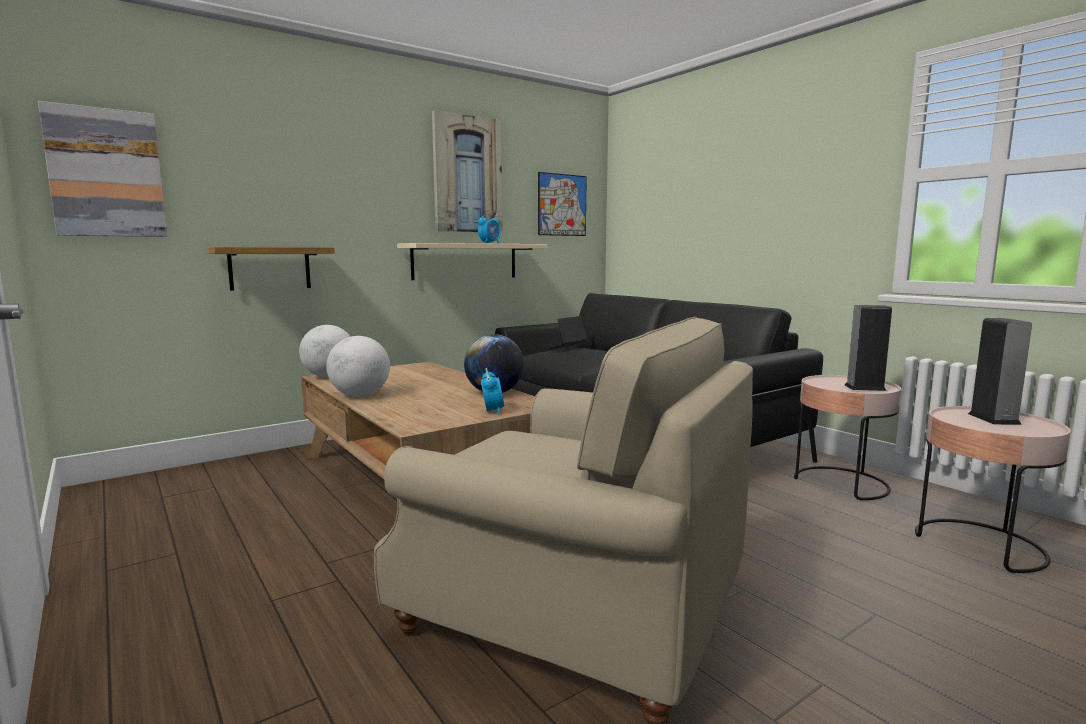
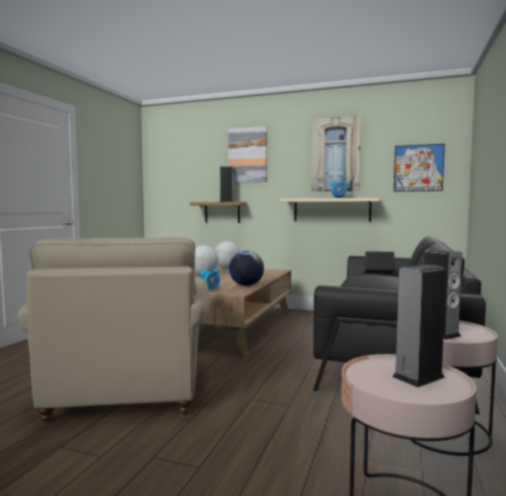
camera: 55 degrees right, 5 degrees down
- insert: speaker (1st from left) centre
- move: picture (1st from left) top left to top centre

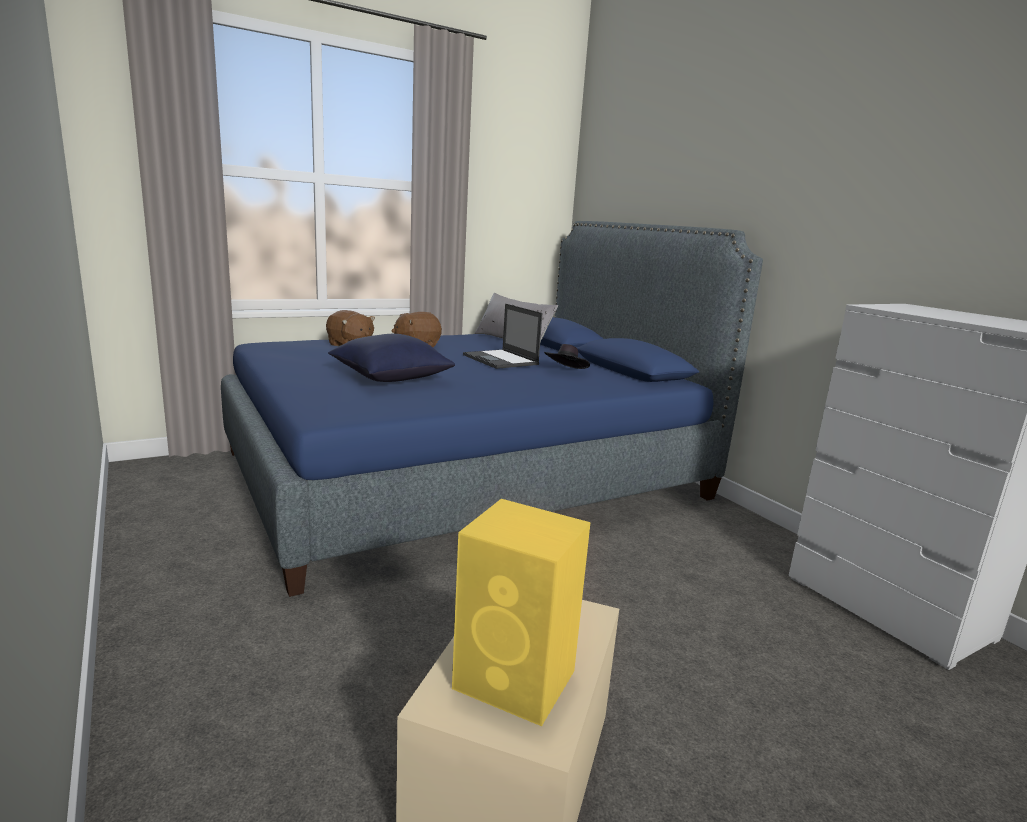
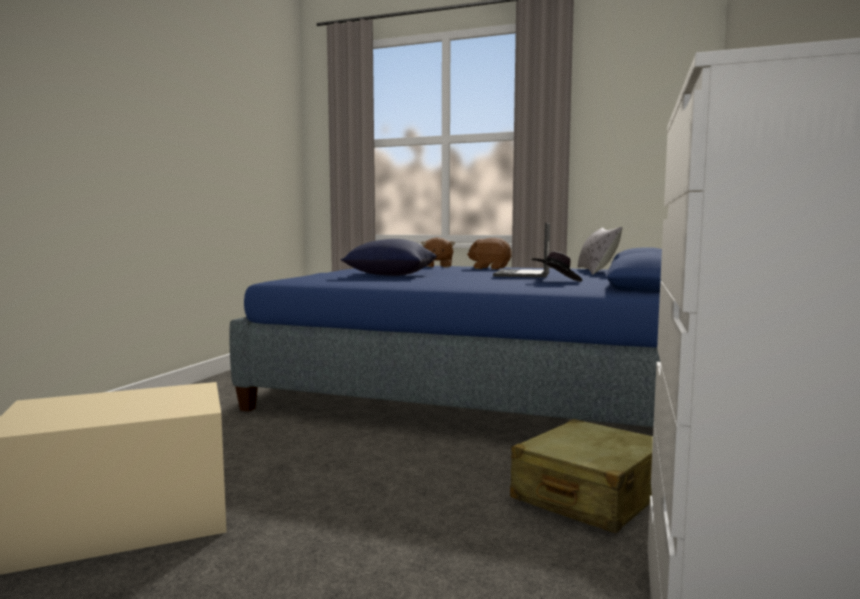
camera: 50 degrees right, 10 degrees down
- insert: beige suitcase bottom right
- delete: yellow speaker bottom centre

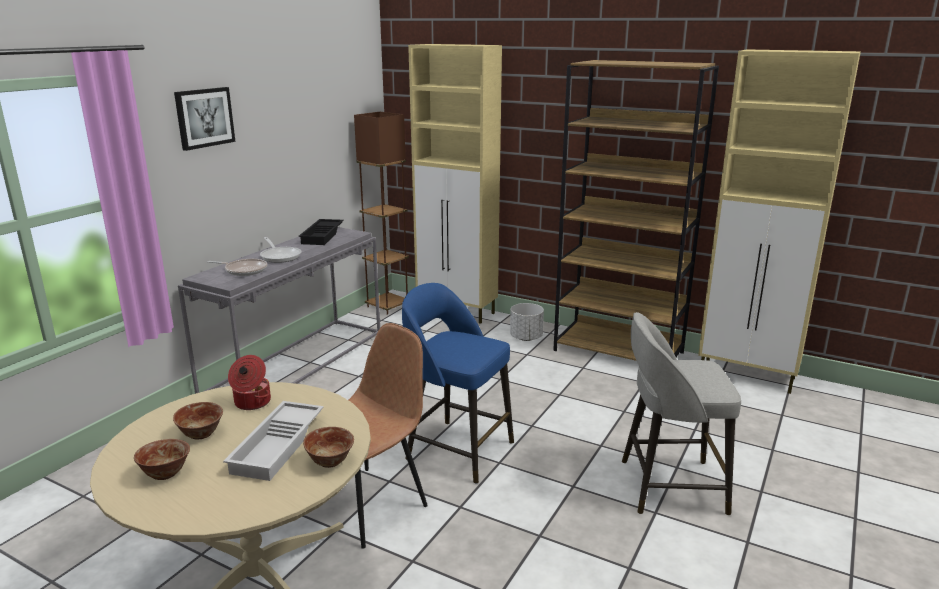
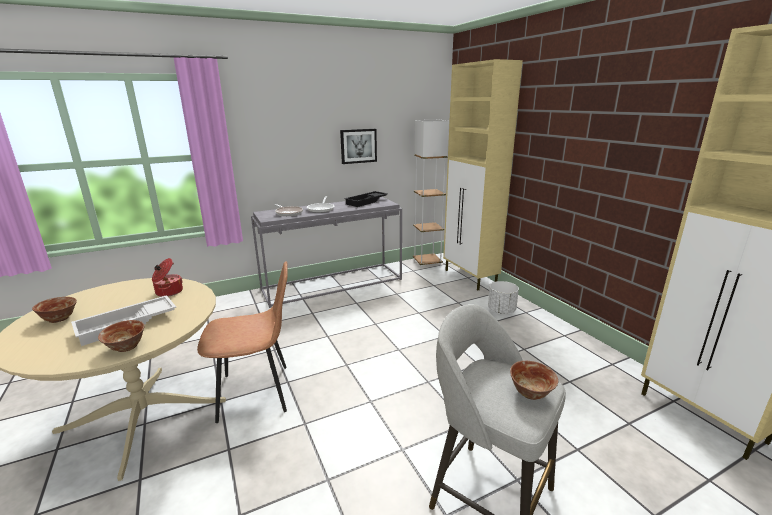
camera: 35 degrees right, 0 degrees up
- move: picture top left to top centre
- recolor: brown floor lamp centre to white floor lamp centre
- move: bowl (2nd from left in the first image) bottom left to bowl (3rd from left) bottom right
- delete: blue stool centre
- delete: brown bookcase middle right

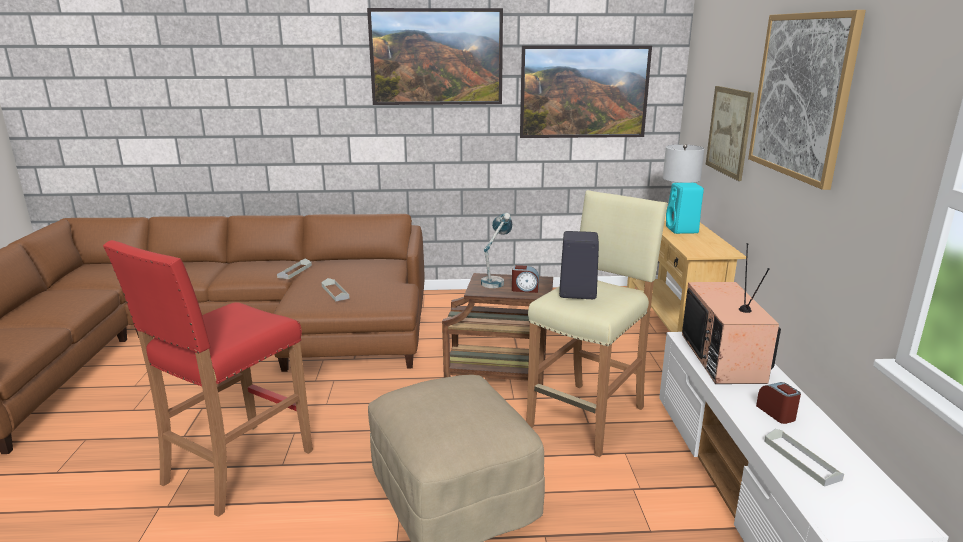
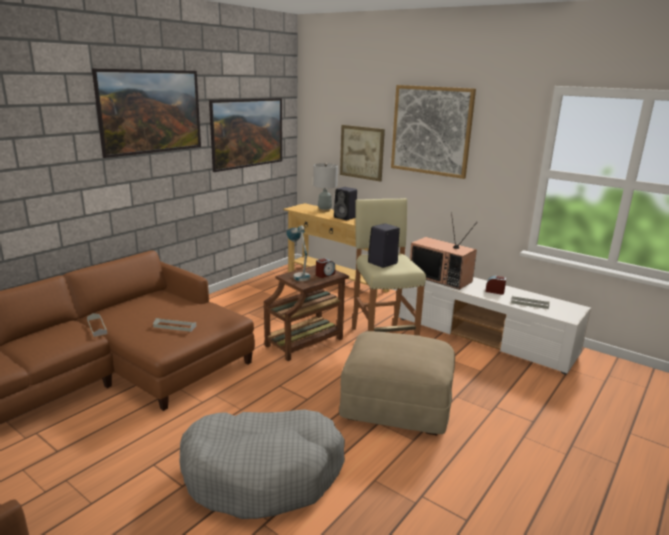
camera: 50 degrees left, 0 degrees up
- replace: red stool bottom left to grey dog bed bottom centre
- recolor: turquoise speaker middle right to black speaker (1st from left) centre

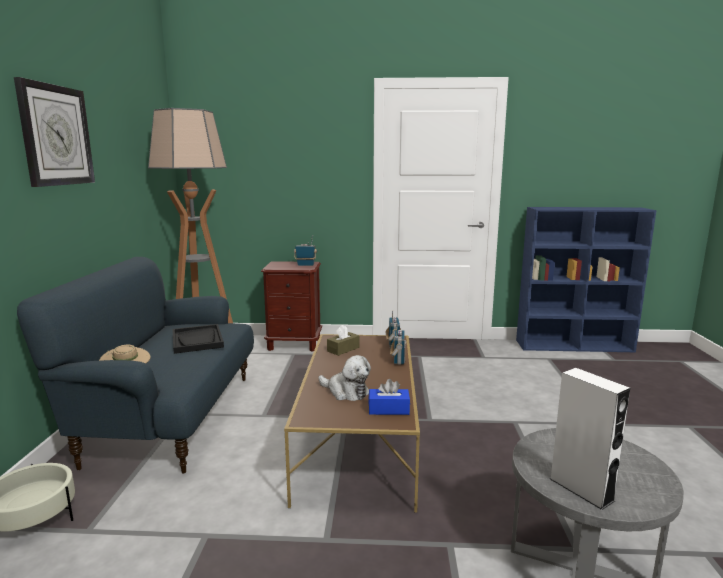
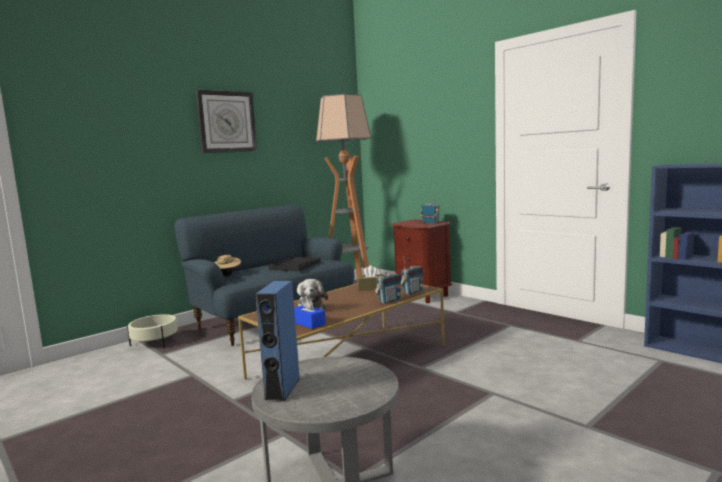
camera: 45 degrees right, 5 degrees down
- recolor: white speaker bottom right to blue speaker bottom centre

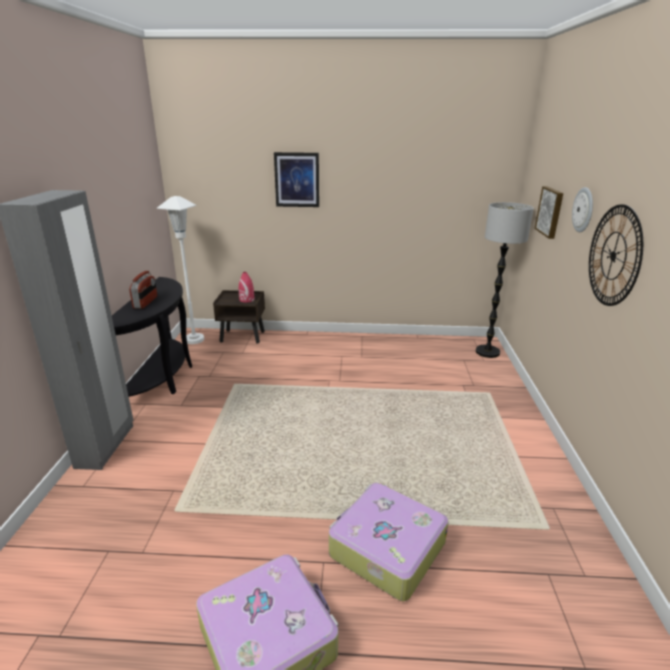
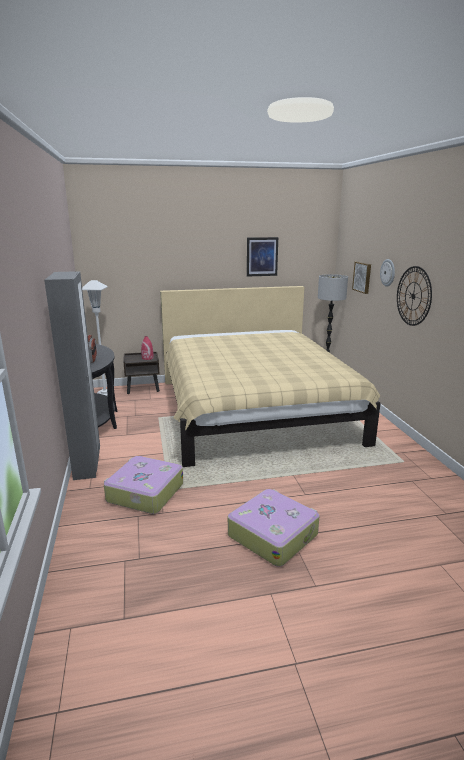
camera: 15 degrees left, 5 degrees down
- move: suitcase (2nd from left in the first image) bottom centre to suitcase (1st from left) middle left
- insert: beige bed centre
- move: picture (1st from left) top centre to centre

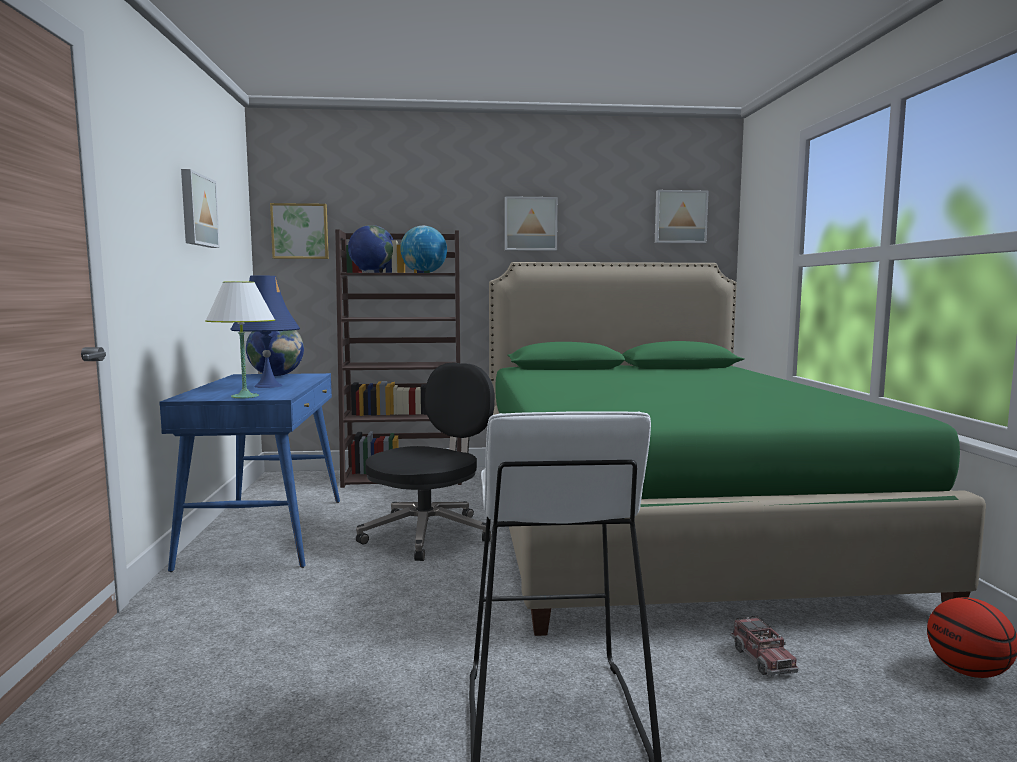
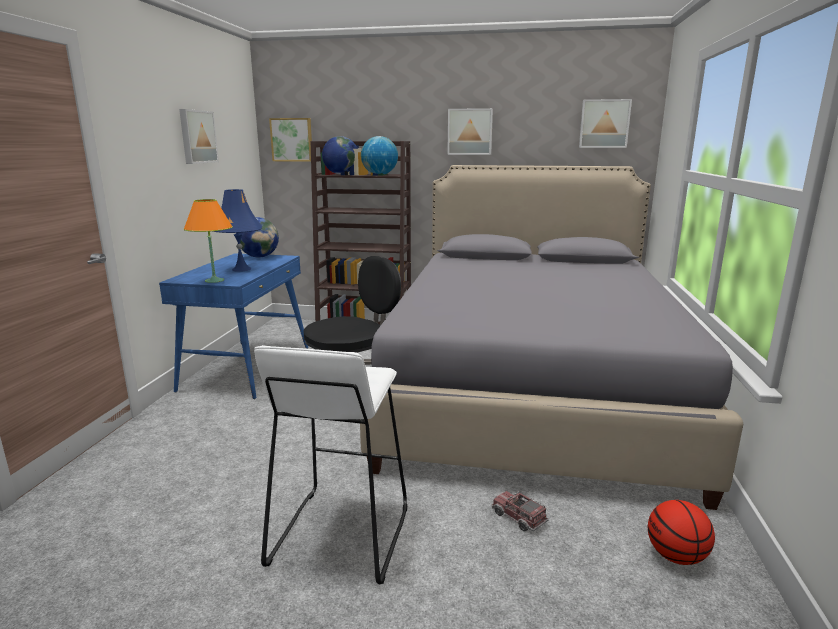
camera: 15 degrees right, 10 degrees up
- recolor: white table lamp middle left to orange table lamp middle left
- recolor: green bed middle right to grey bed centre
- rotate: toy truck bottom right = bottom centre 135 degrees clockwise

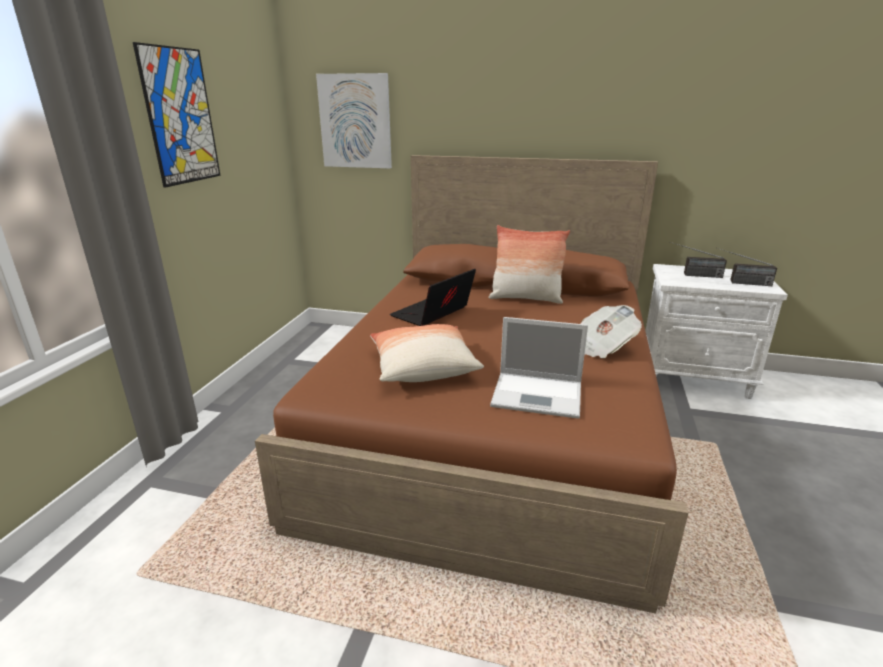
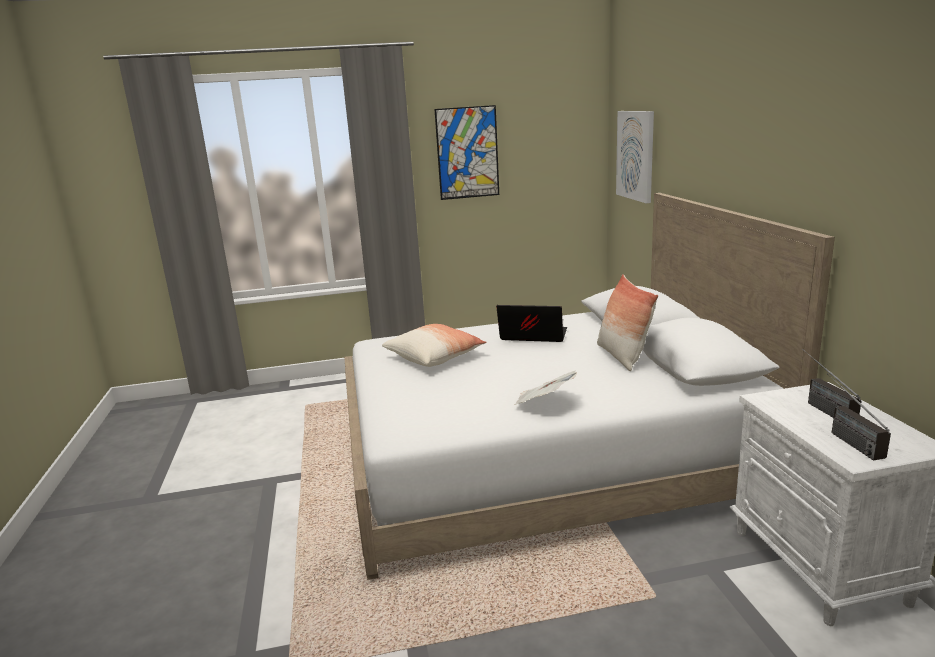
camera: 65 degrees right, 5 degrees down
- recolor: brown bed centre to white bed centre
- delete: laptop (2nd from left) centre

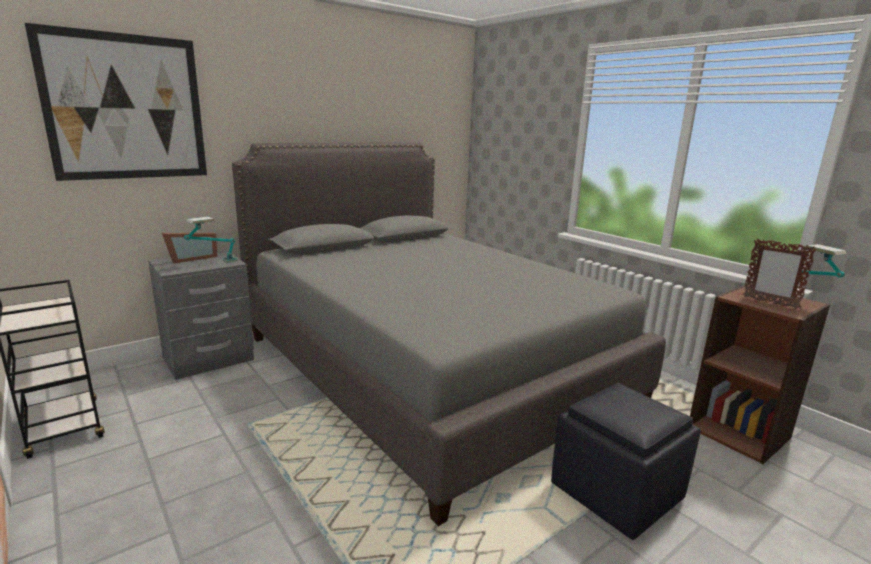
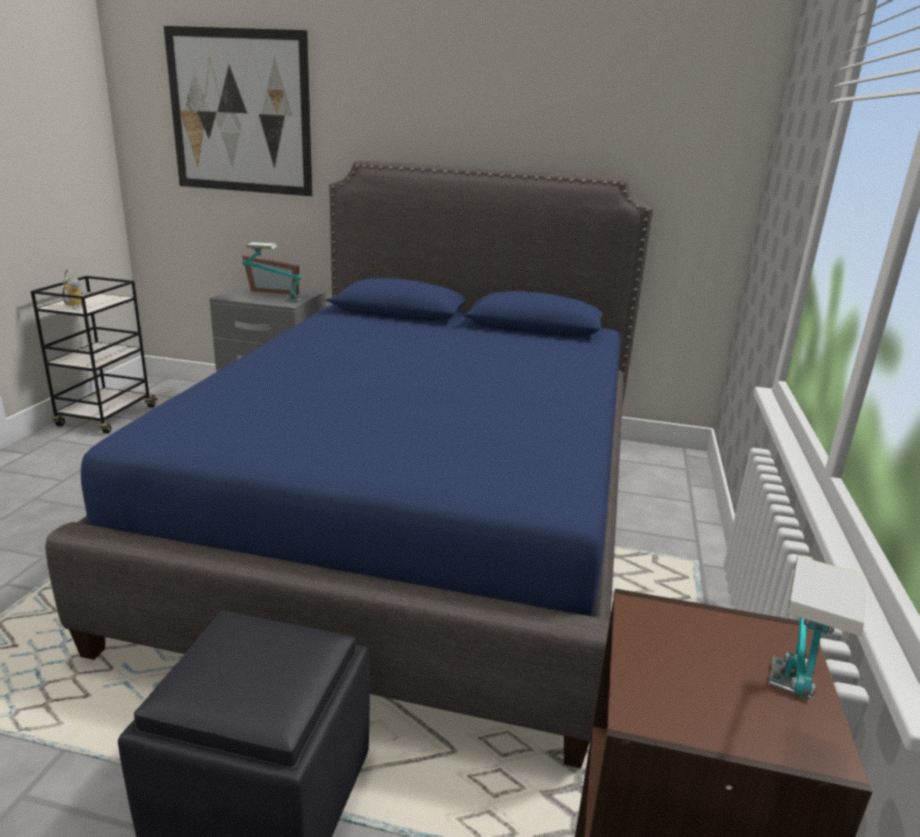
camera: 50 degrees right, 5 degrees up
- recolor: grey bed centre to blue bed centre
- insert: alarm clock middle left
- delete: picture frame (2nd from left) middle right

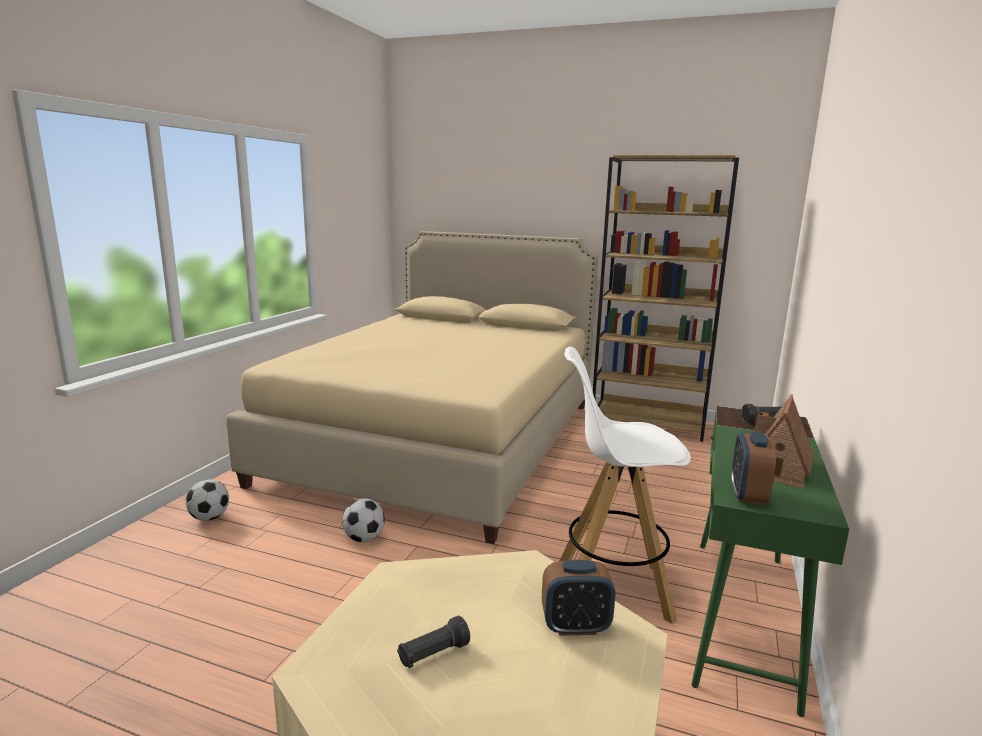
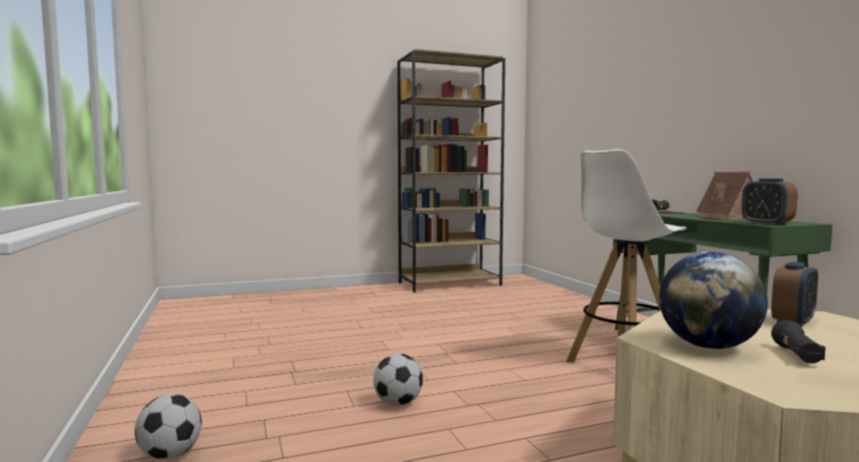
camera: 40 degrees left, 10 degrees down
- insert: globe middle right
- delete: beige bed centre

